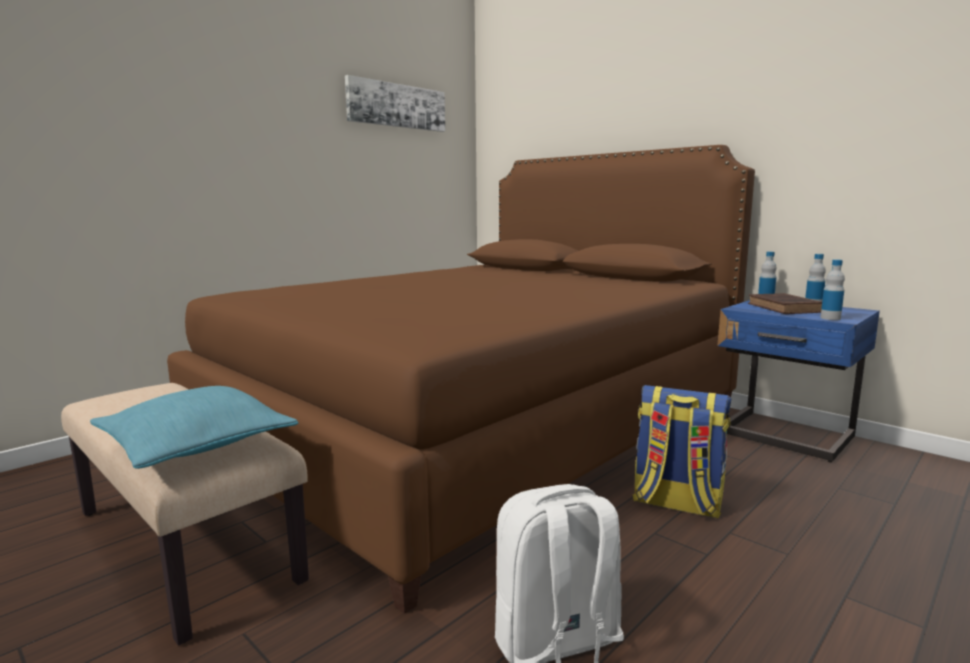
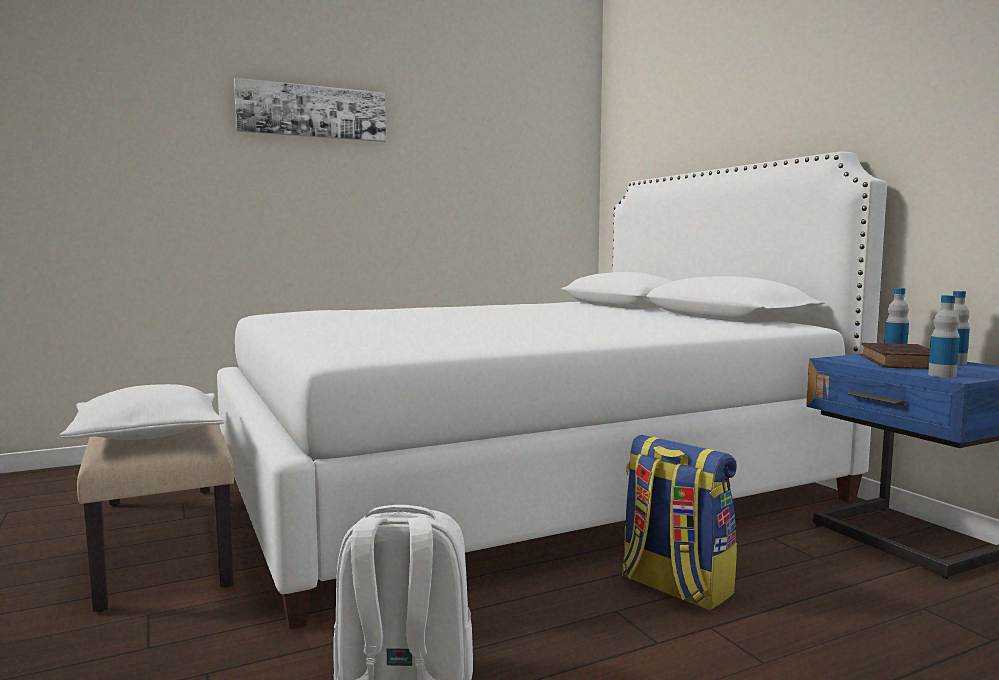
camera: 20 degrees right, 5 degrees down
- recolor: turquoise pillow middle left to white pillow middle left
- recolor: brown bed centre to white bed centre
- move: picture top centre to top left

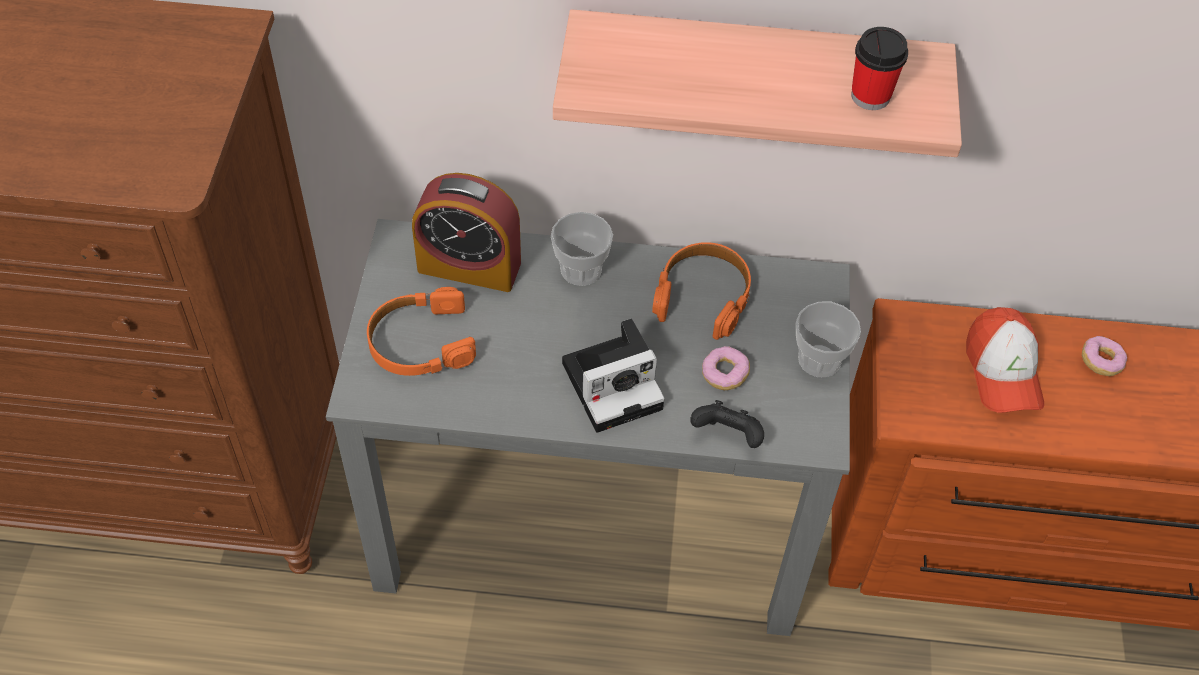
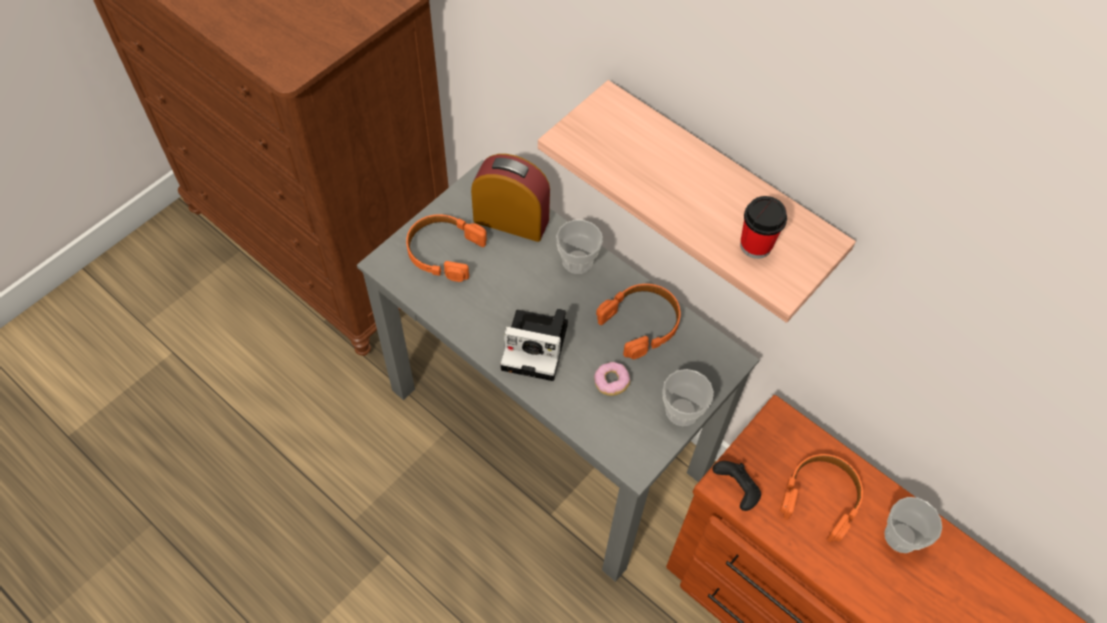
camera: 35 degrees right, 5 degrees up
- rotate: alarm clock centre = top centre 150 degrees clockwise
- move: black game controller centre to bottom centre
- replace: cap middle right to orange headphones (3rd from left) bottom right
- replace: donut (2nd from left) middle right to cup (4th from left) bottom right

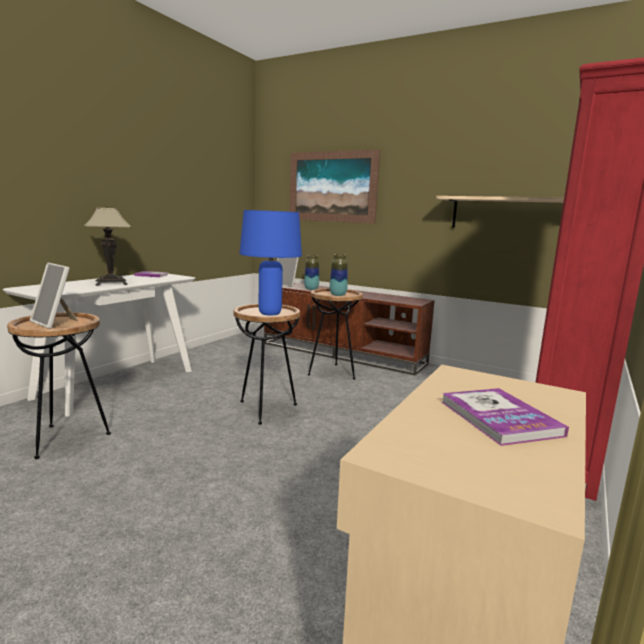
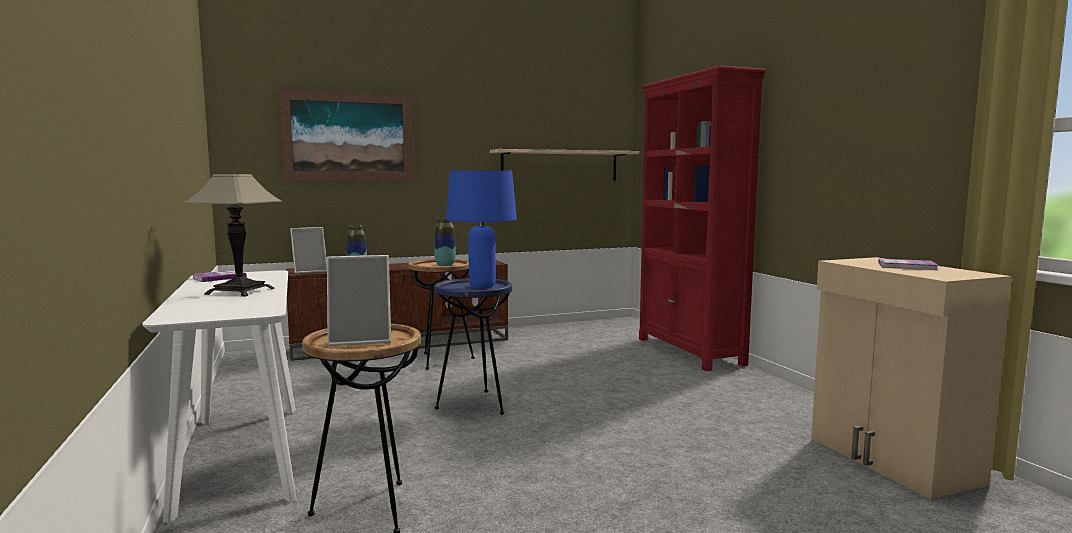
camera: 50 degrees left, 5 degrees down
- recolor: brown side table (2nd from left) centre to blue side table centre

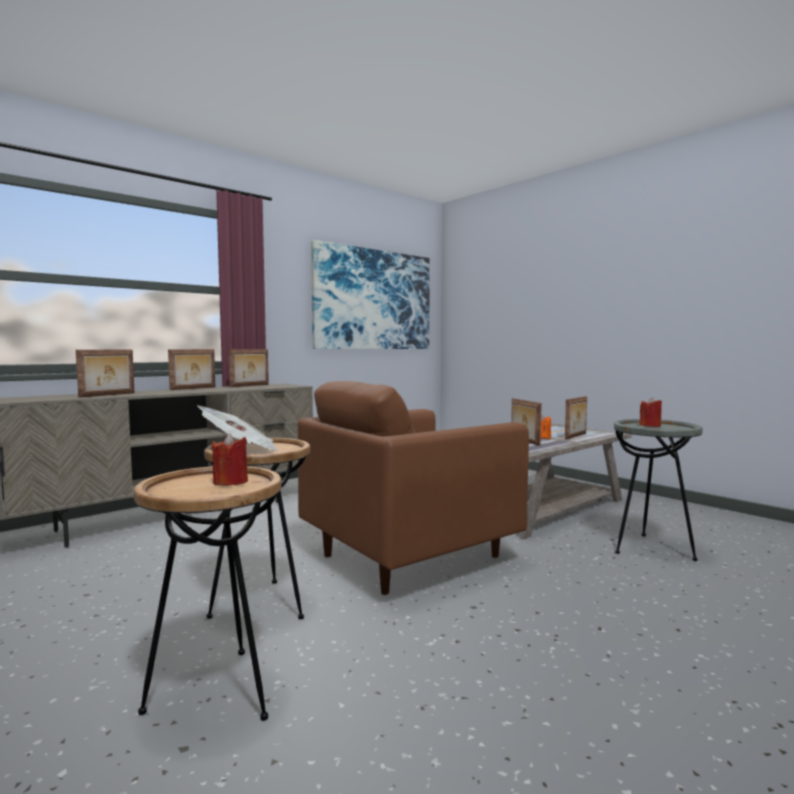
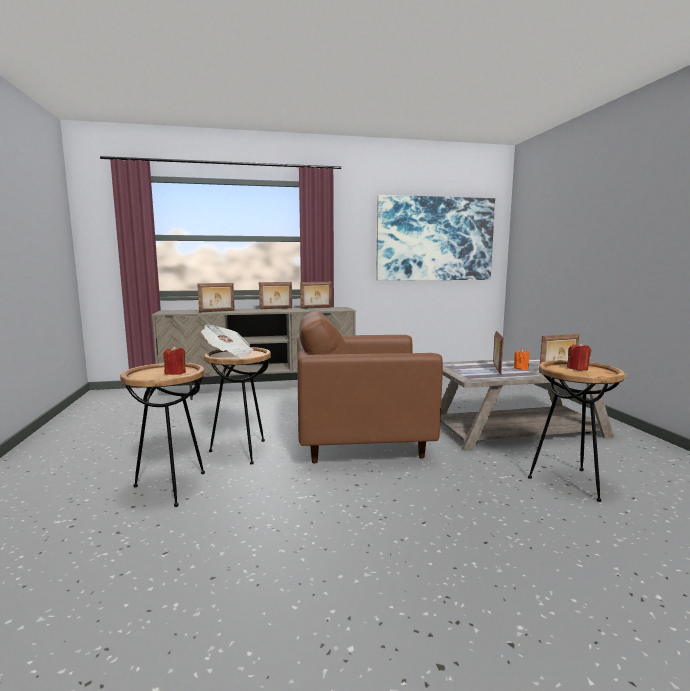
camera: 30 degrees right, 5 degrees up
- recolor: grey side table middle right to brown side table (3rd from left) middle right

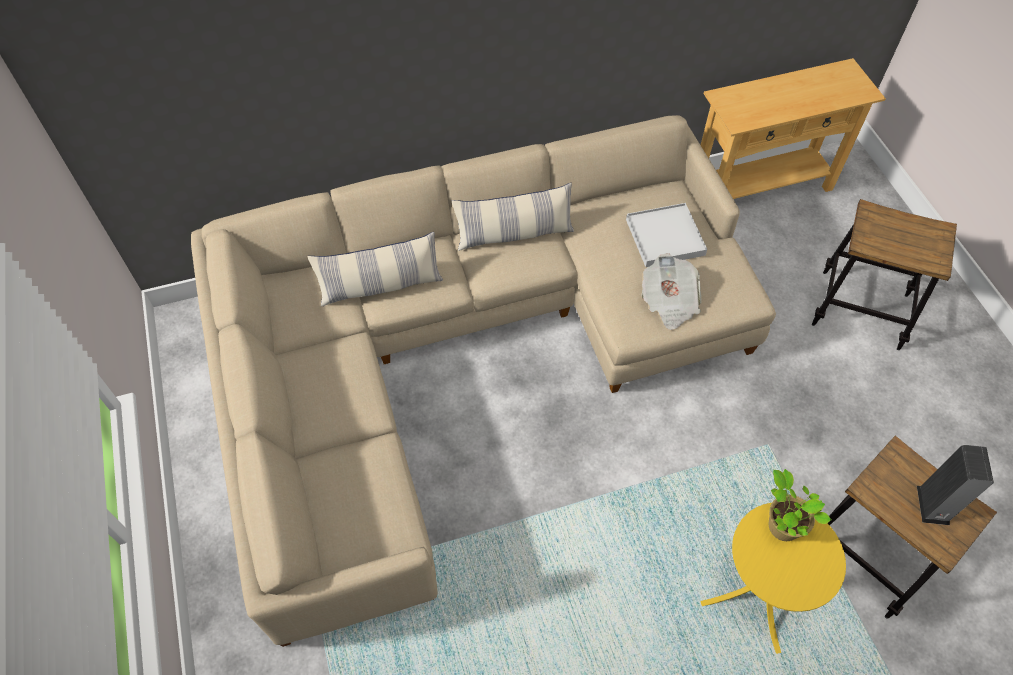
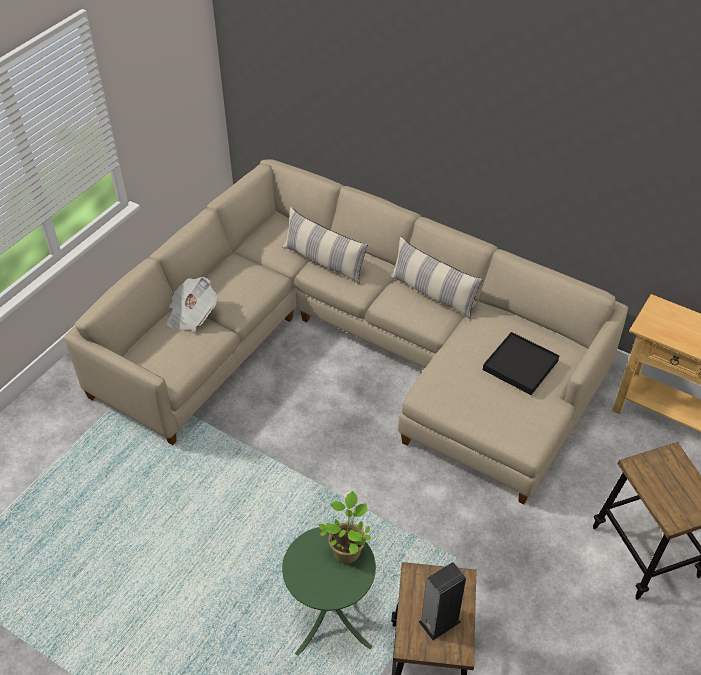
camera: 50 degrees right, 10 degrees down
- move: newspaper centre to middle left
- recolor: yellow side table bottom right to green side table bottom centre
- recolor: white tray centre to black tray middle right

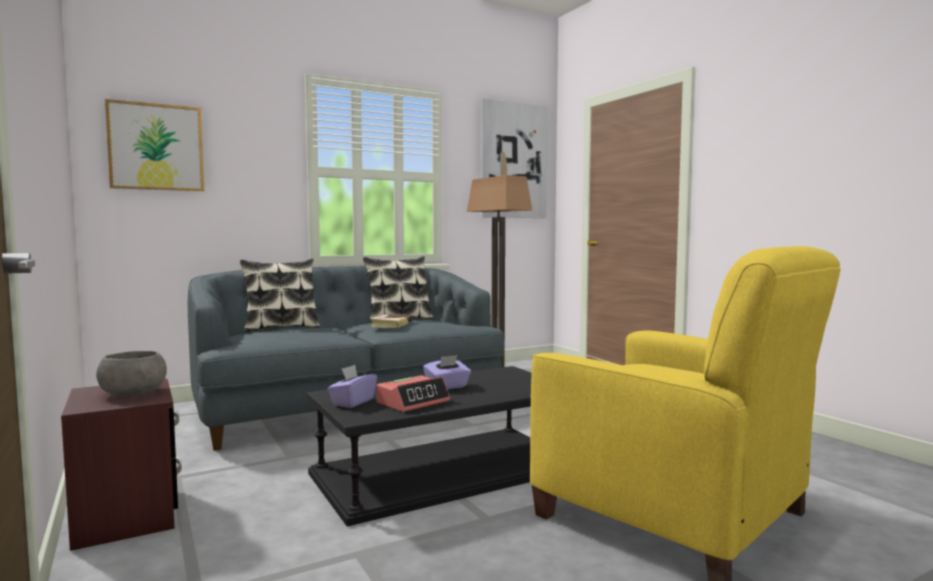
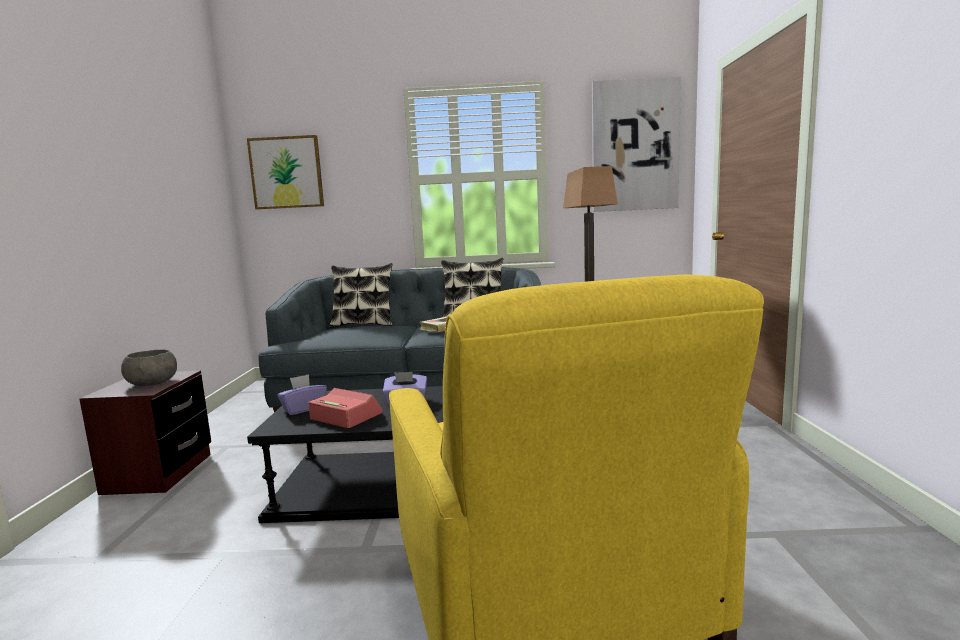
camera: 30 degrees right, 5 degrees up
- rotate: alarm clock bottom centre = centre 135 degrees counterclockwise

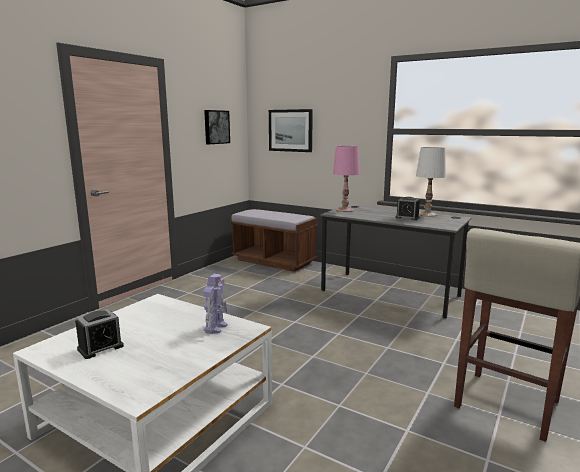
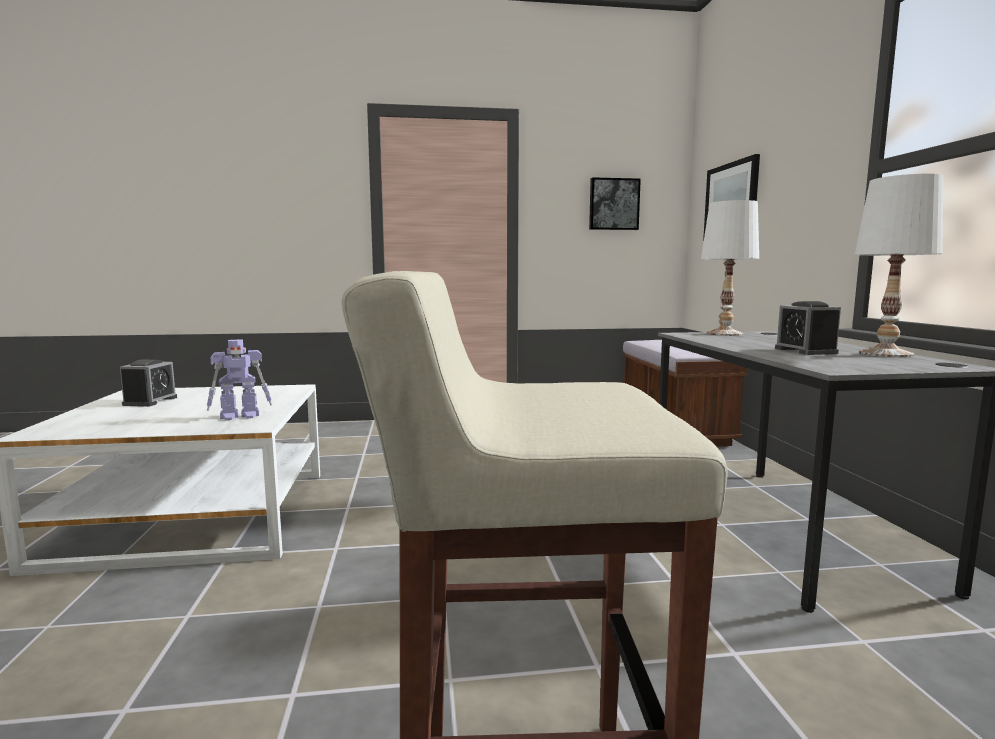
camera: 50 degrees right, 5 degrees down
- rotate: alarm clock (1st from left) bottom left = middle left 90 degrees counterclockwise
- recolor: pink table lamp centre to white table lamp (1st from left) middle right

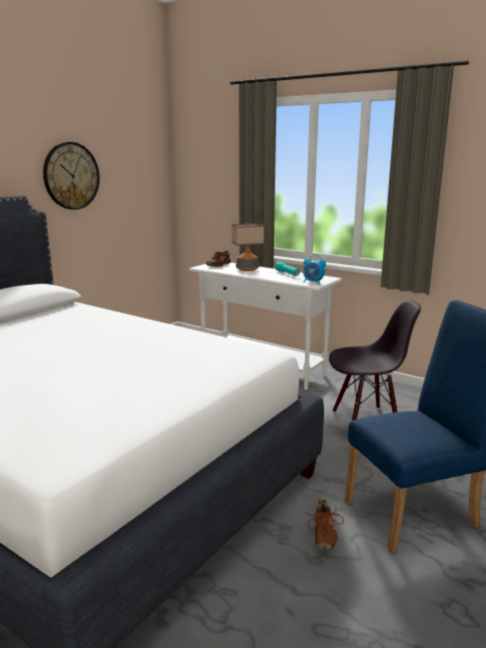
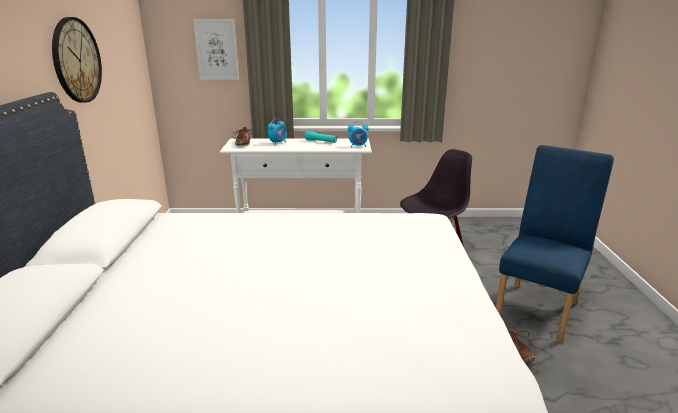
camera: 35 degrees left, 5 degrees up
- insert: picture top left
- replace: table lamp centre to alarm clock (1st from left) top centre

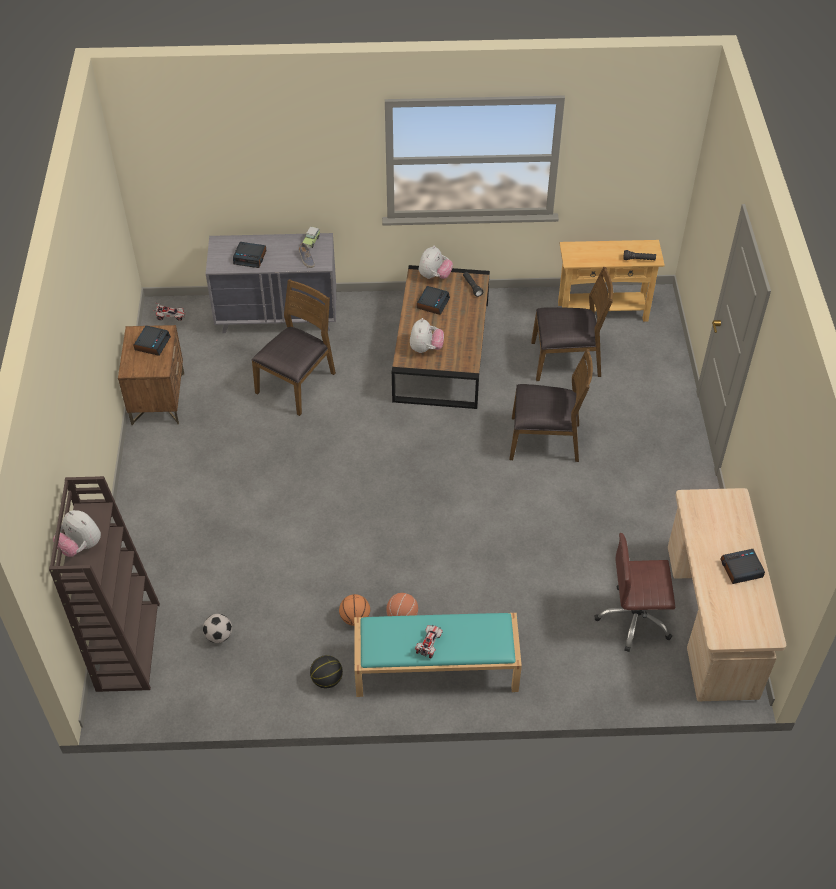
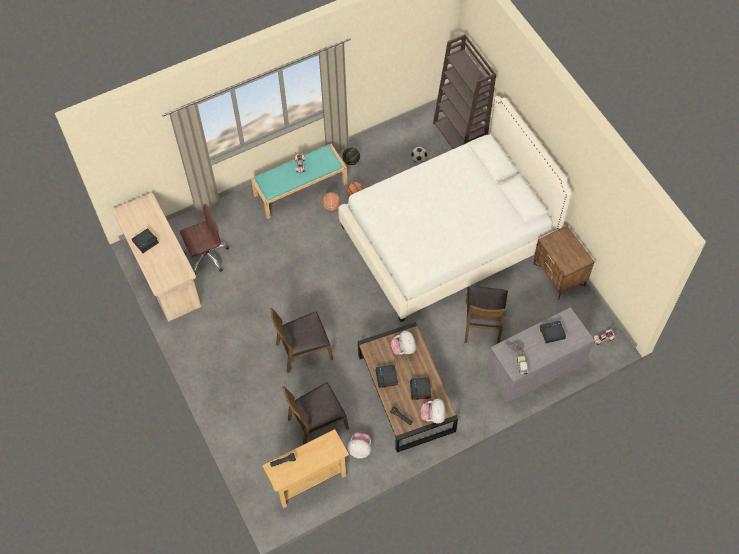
camera: 155 degrees right, 10 degrees up
- insert: white bed centre
- move: plush toy (1st from left) middle left to bottom centre
- move: alarm clock (1st from left in the first image) middle left to alarm clock (2nd from left) bottom centre

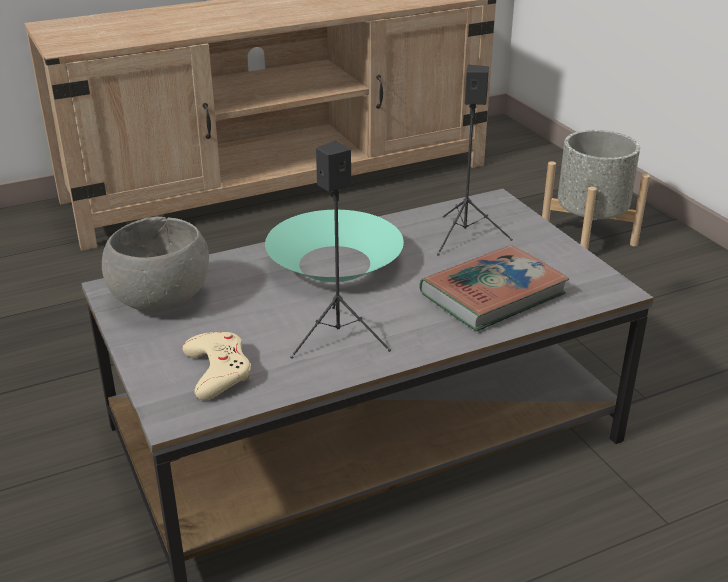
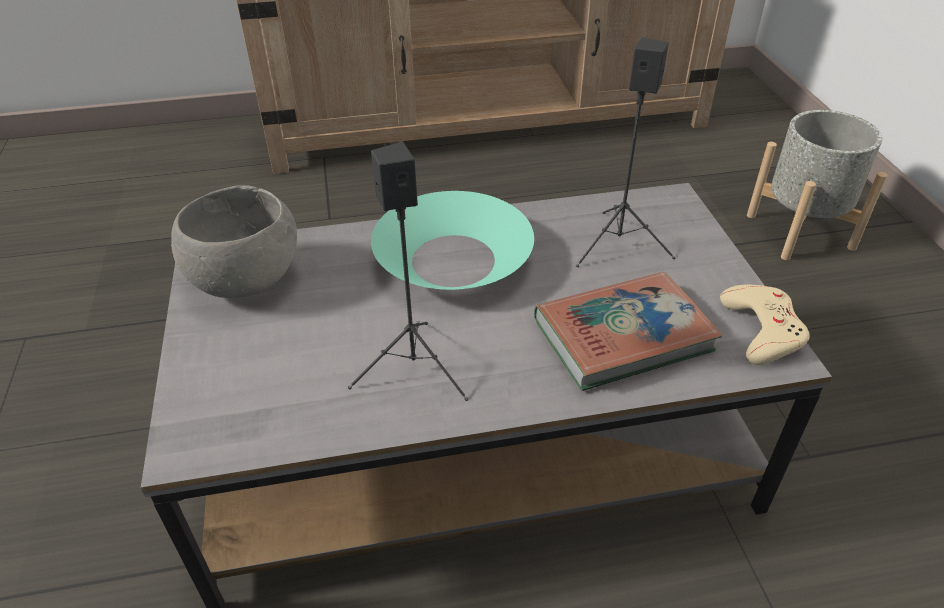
camera: 15 degrees right, 10 degrees up
- move: beige game controller middle left to middle right

